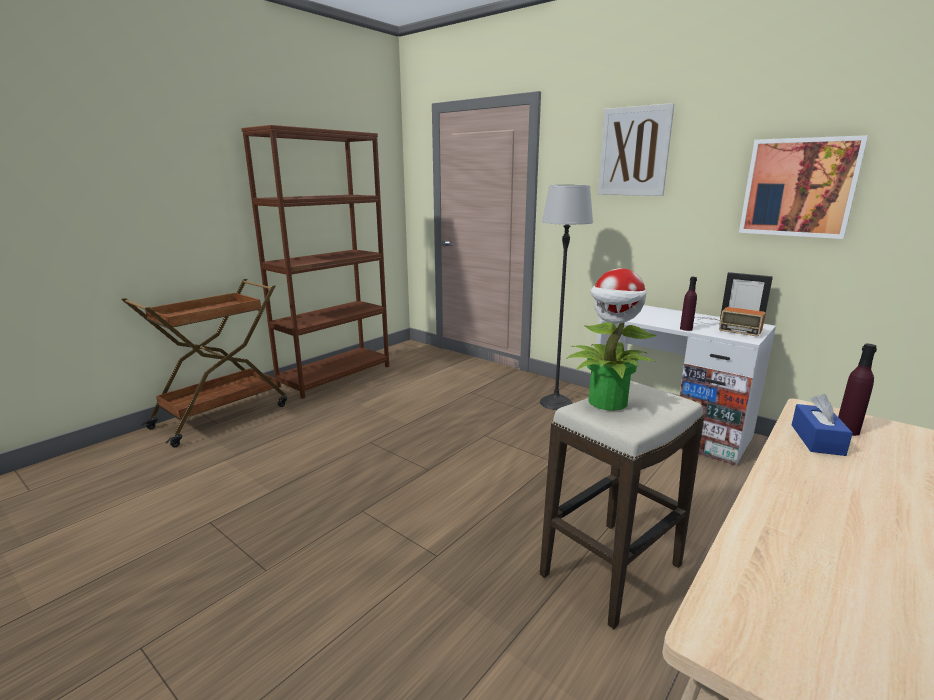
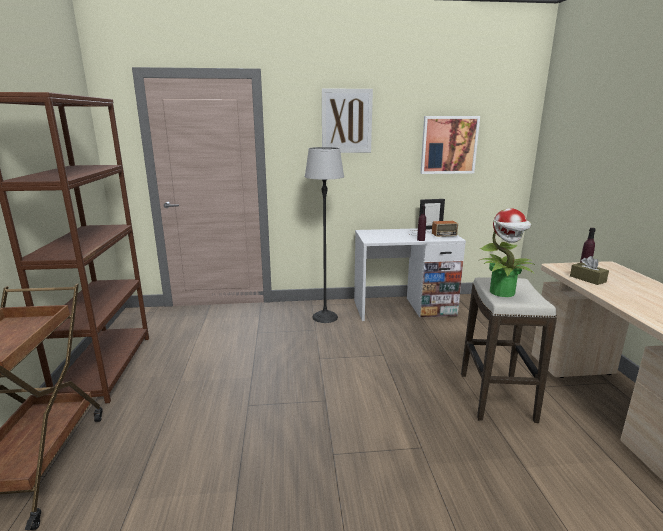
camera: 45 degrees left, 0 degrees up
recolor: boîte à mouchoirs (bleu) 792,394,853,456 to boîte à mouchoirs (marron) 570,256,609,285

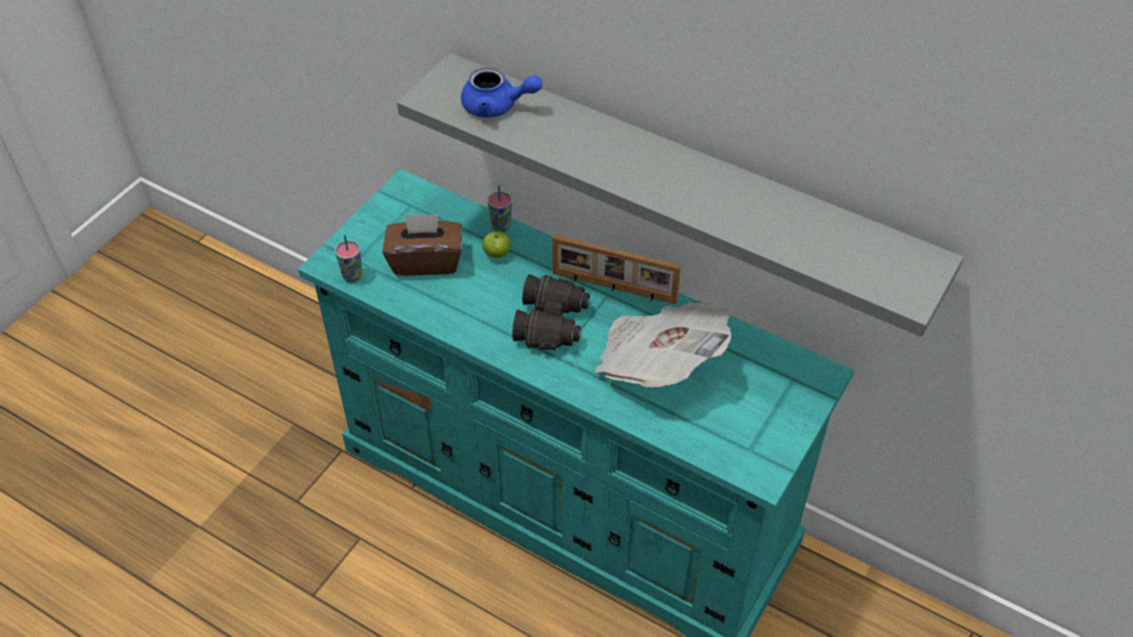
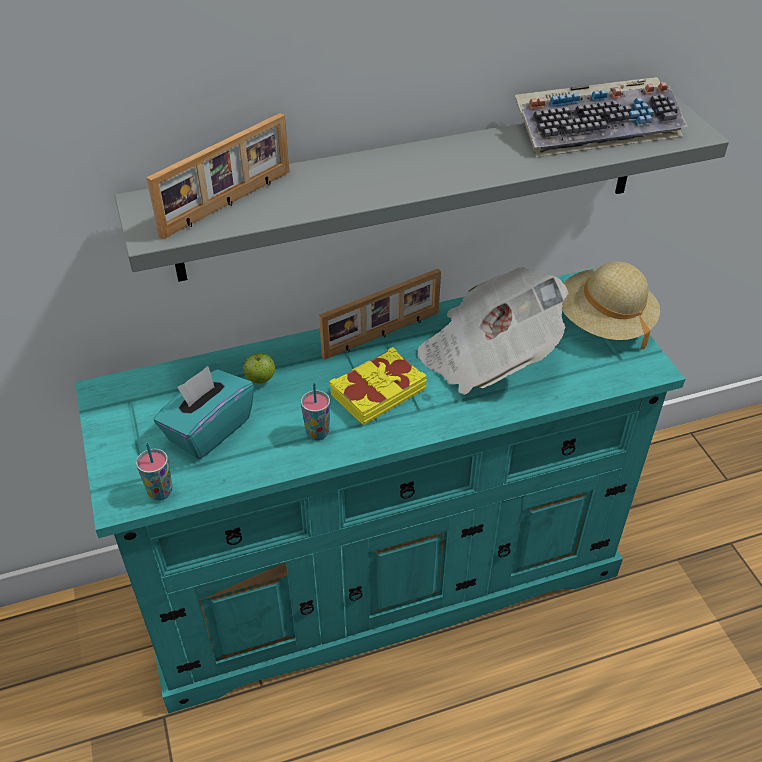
camera: 50 degrees left, 5 degrees down
insert: clavier 515,77,688,157; chapeau (beige) 562,261,660,350
move: tasse 488,185,512,233 to 301,383,330,440
replace: théière (bleu) 461,67,542,118 to cadre photo 146,113,289,239; jumelles (noir) 512,274,590,350 to livre (jaune) 330,347,427,425
recolor: boîte à mouchoirs (marron) 383,214,462,276 to boîte à mouchoirs (turquoise) 153,366,254,459

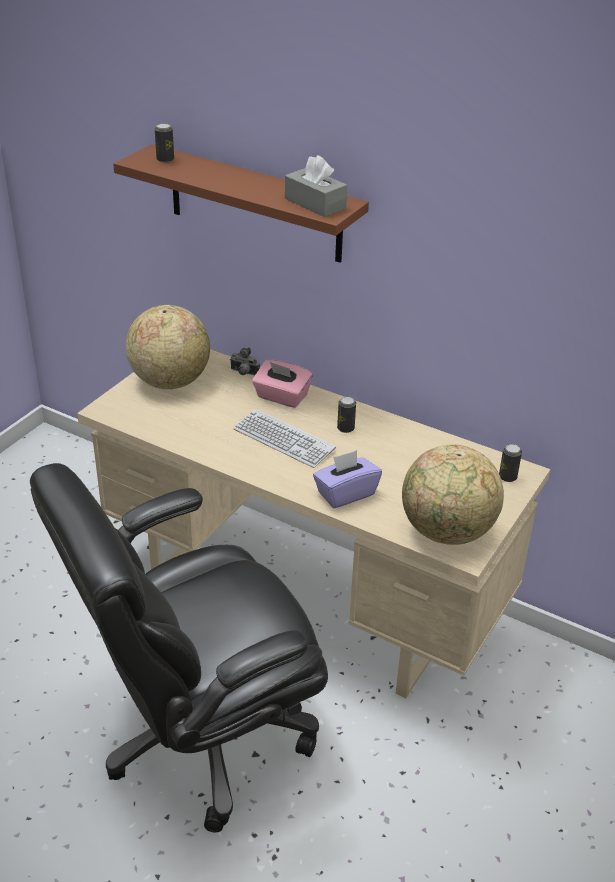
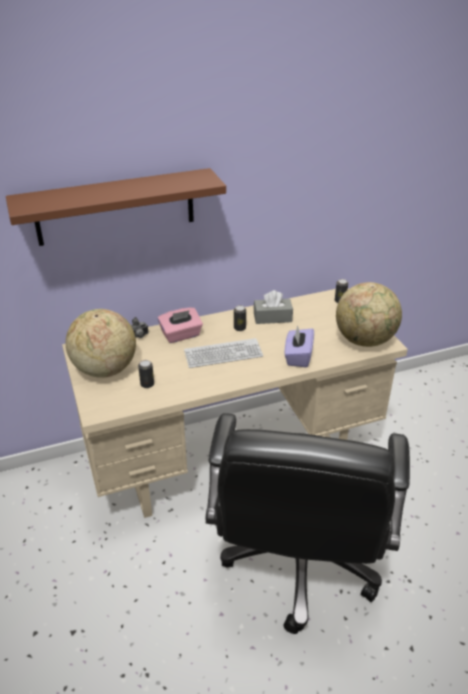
camera: 50 degrees left, 0 degrees up
move: boîte métallique 155,123,174,163 to 138,360,154,388; boîte à mouchoirs (gris) 285,155,347,217 to 254,290,293,324

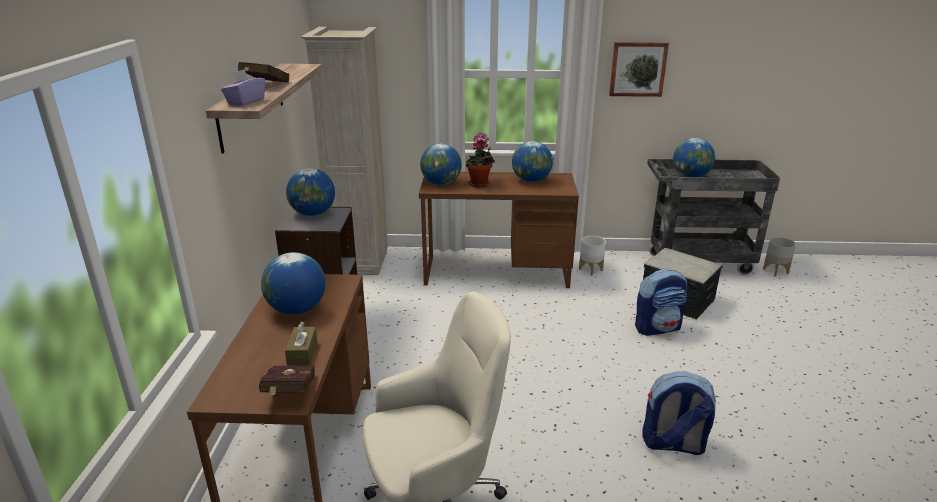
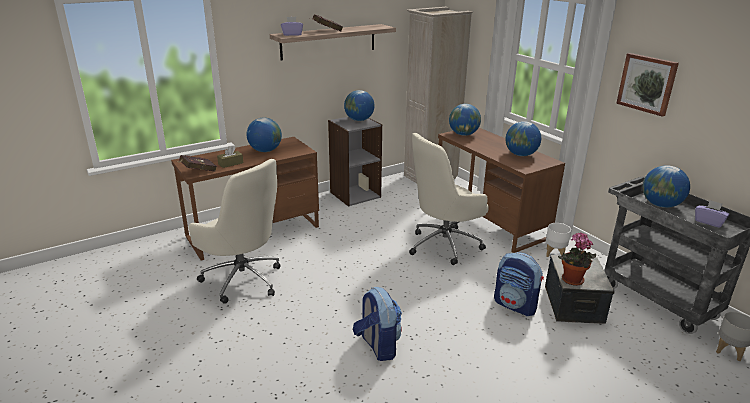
camera: 55 degrees right, 0 degrees up
insert: chaise de bureau (beige) 409,133,489,265; boîte à mouchoirs (violet) 695,200,730,228
move: plante en pot 465,132,495,187 to 558,233,596,286

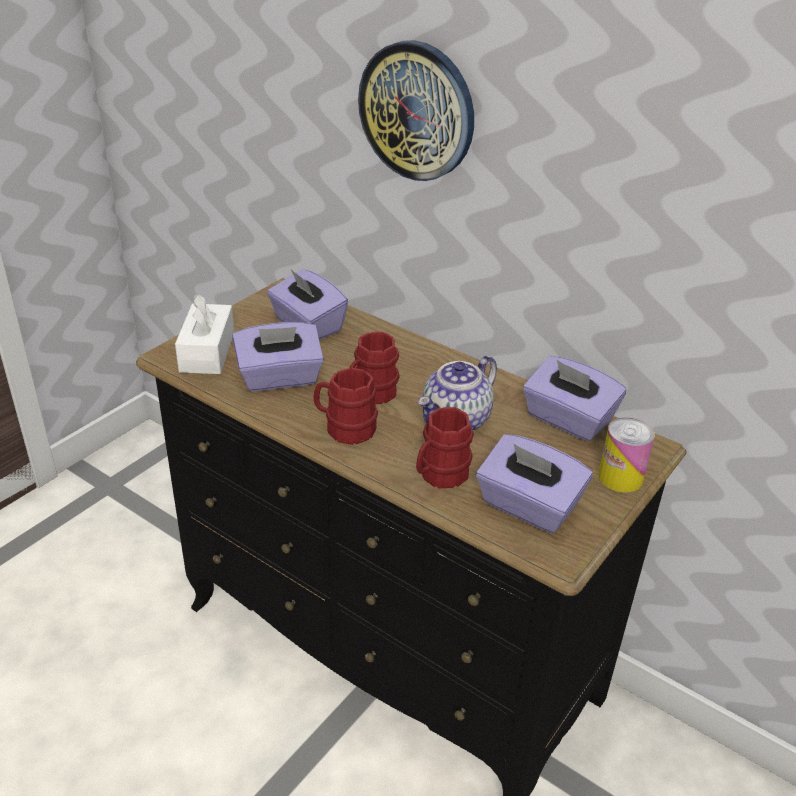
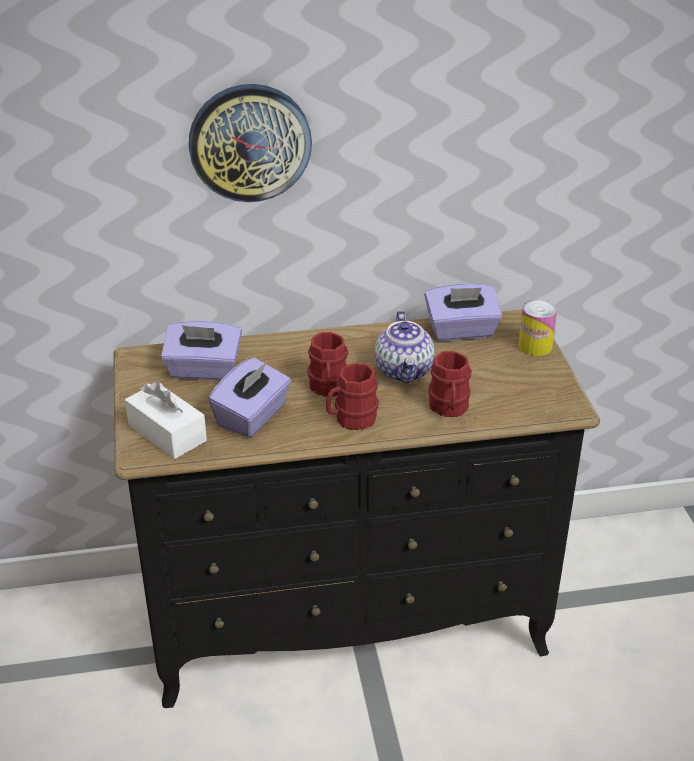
camera: 45 degrees left, 0 degrees up
delete: boîte à mouchoirs (violet) 476,434,593,533

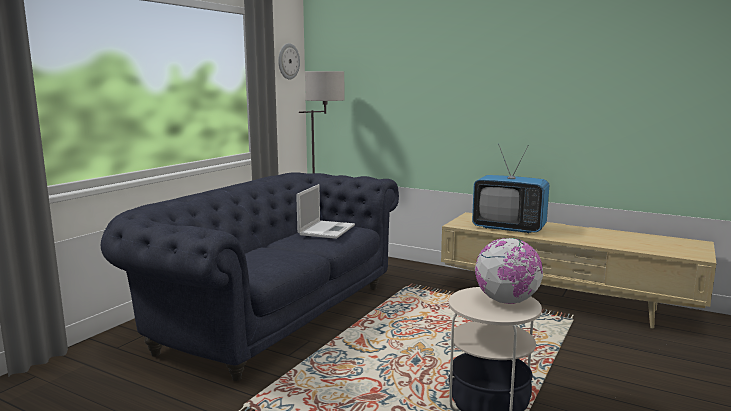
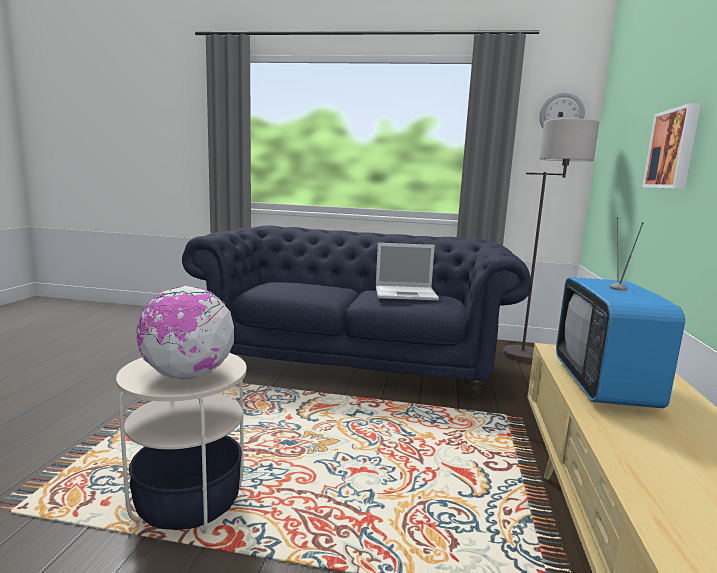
camera: 70 degrees right, 0 degrees up
insert: tableau 642,103,701,189

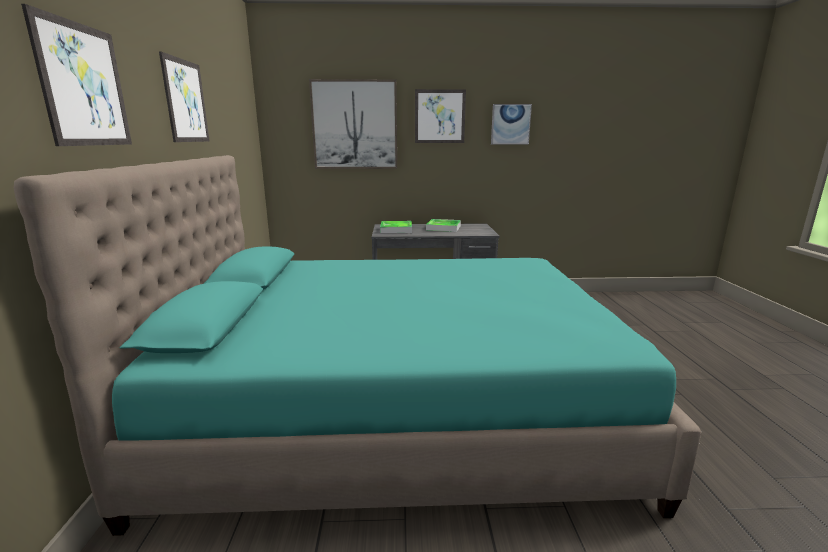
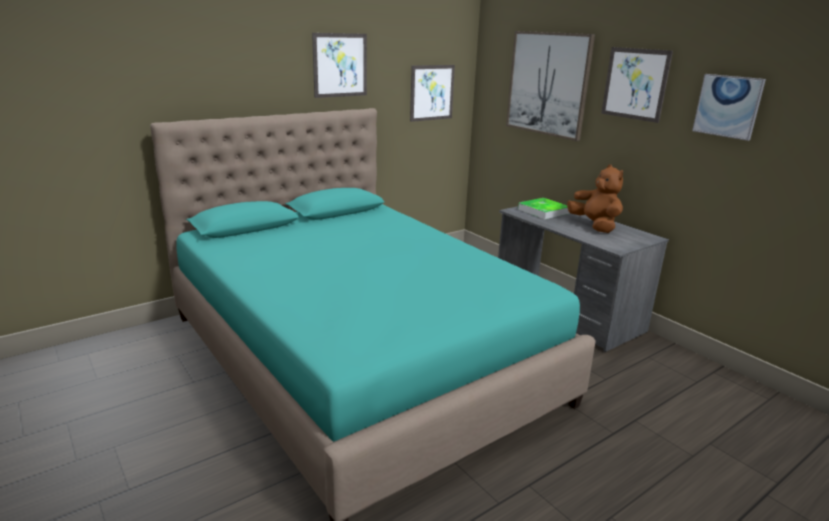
camera: 55 degrees right, 5 degrees up
move: tableau 21,4,132,146 to 410,65,455,122
replace: plateau 426,219,461,232 to peluche (marron) 567,164,623,233

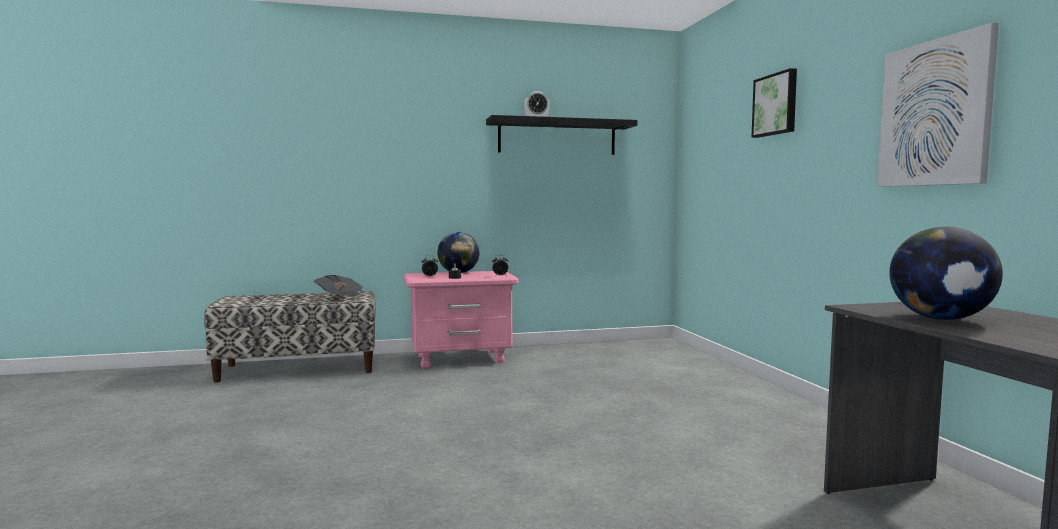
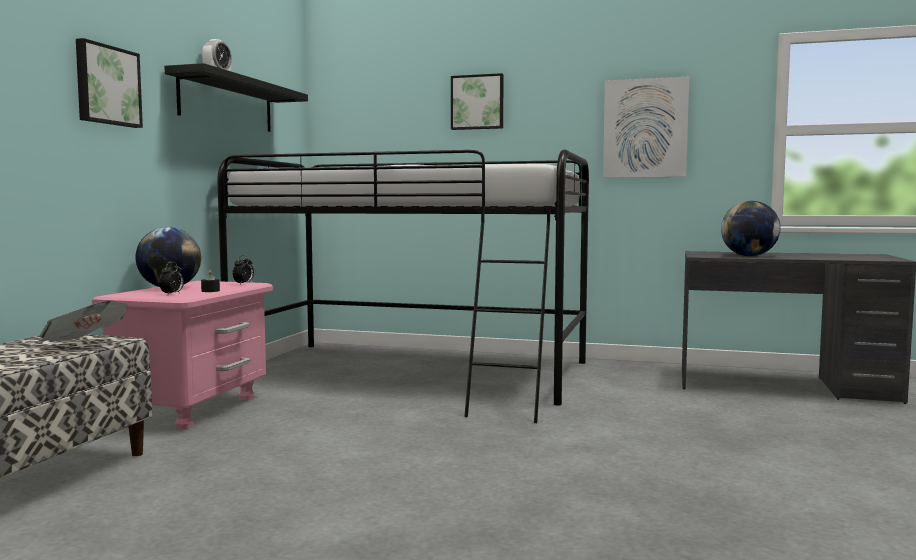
camera: 60 degrees left, 0 degrees up
insert: tableau 76,38,143,128; lit (noir) 217,149,589,423

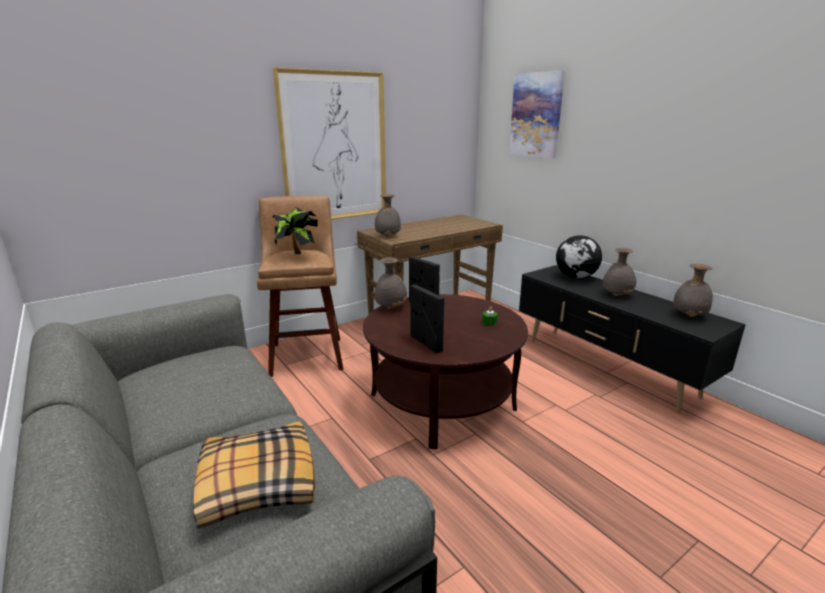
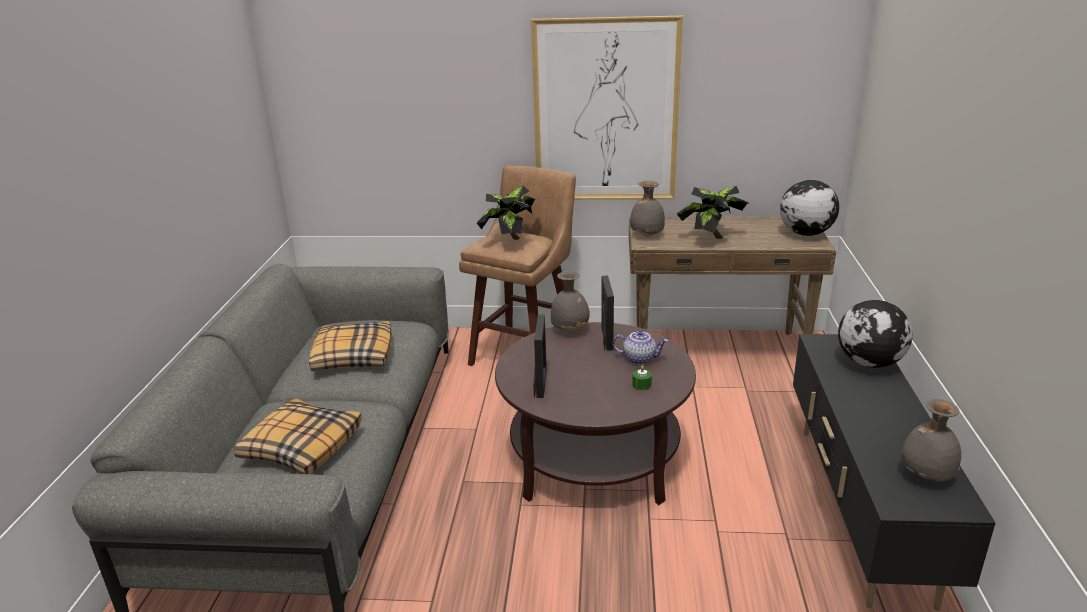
camera: 40 degrees right, 5 degrees up
delete: tableau 509,70,565,158; vase (gris) 603,248,636,296
insert: coussin 309,321,392,371; théière 613,330,668,365; plante en pot 676,186,749,239; globe 780,180,839,236

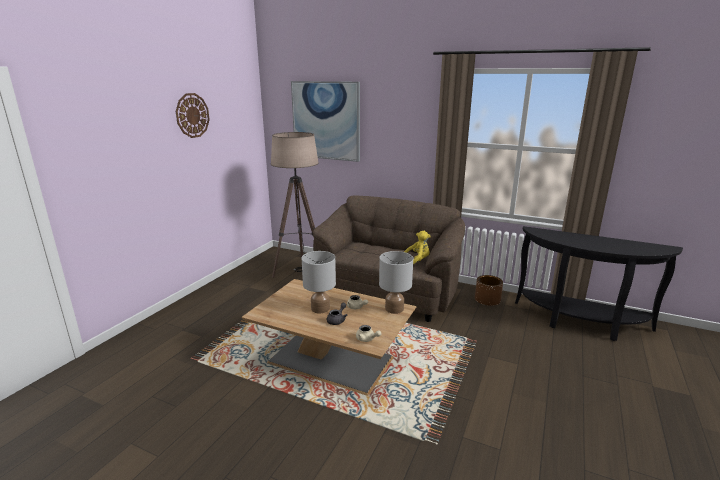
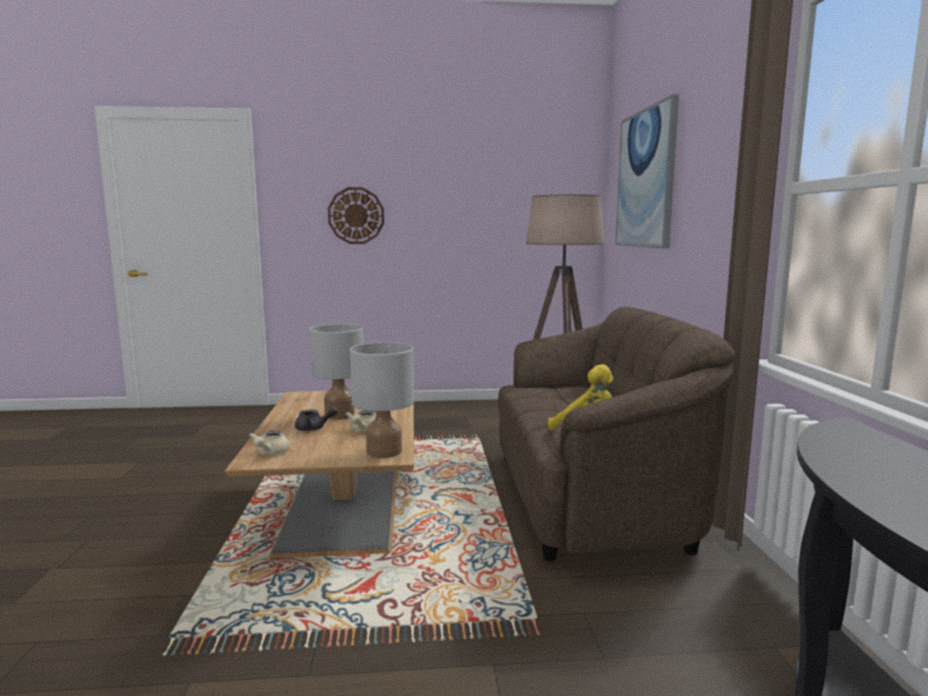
camera: 60 degrees right, 10 degrees down
delete: cache-pot (marron) 475,275,503,306
move: horloge murale 176,93,210,138 to 328,187,384,244

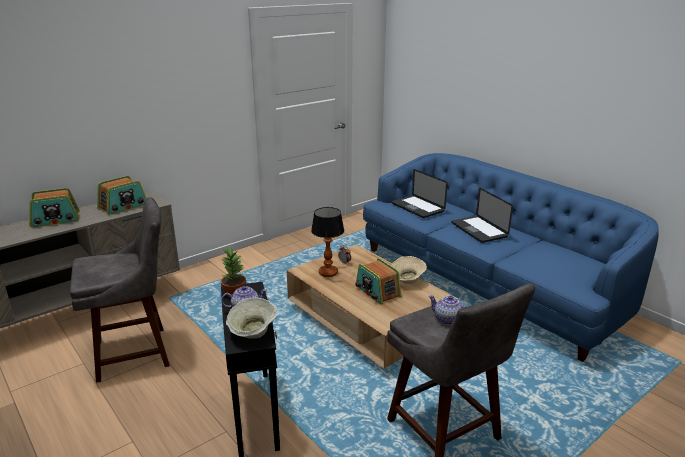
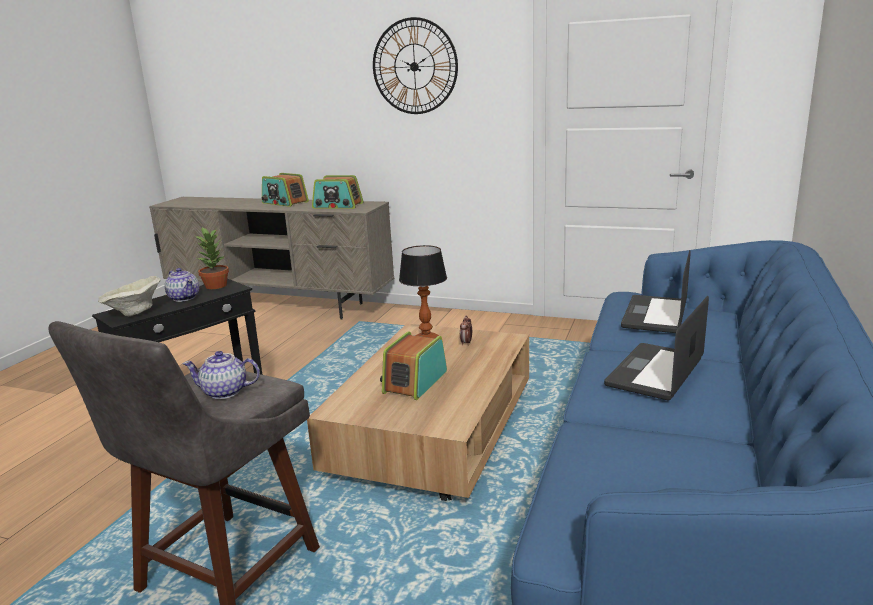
camera: 60 degrees right, 5 degrees down
delete: tabouret (gris) 70,197,170,383; bol (beige) 391,256,427,284
insert: horloge murale 373,17,458,114
rotate: théière 428,295,468,325 = 183,351,260,399 90 degrees counterclockwise

